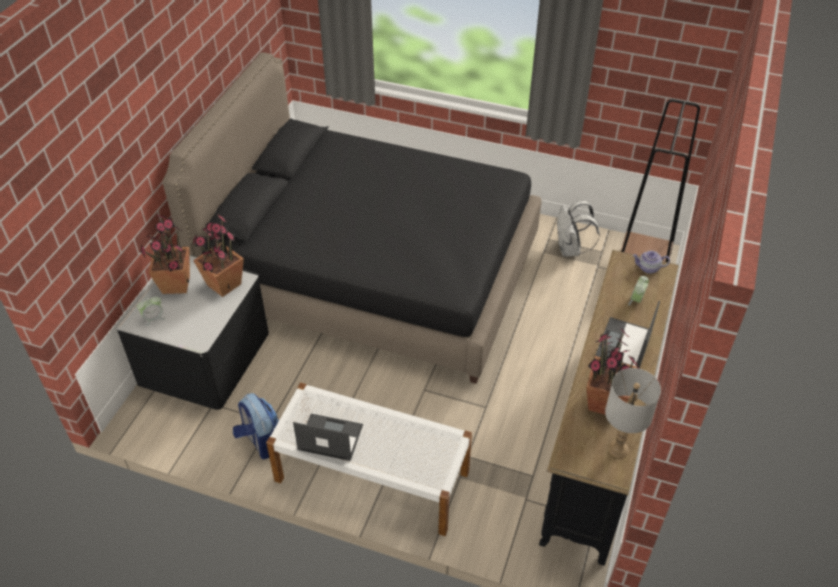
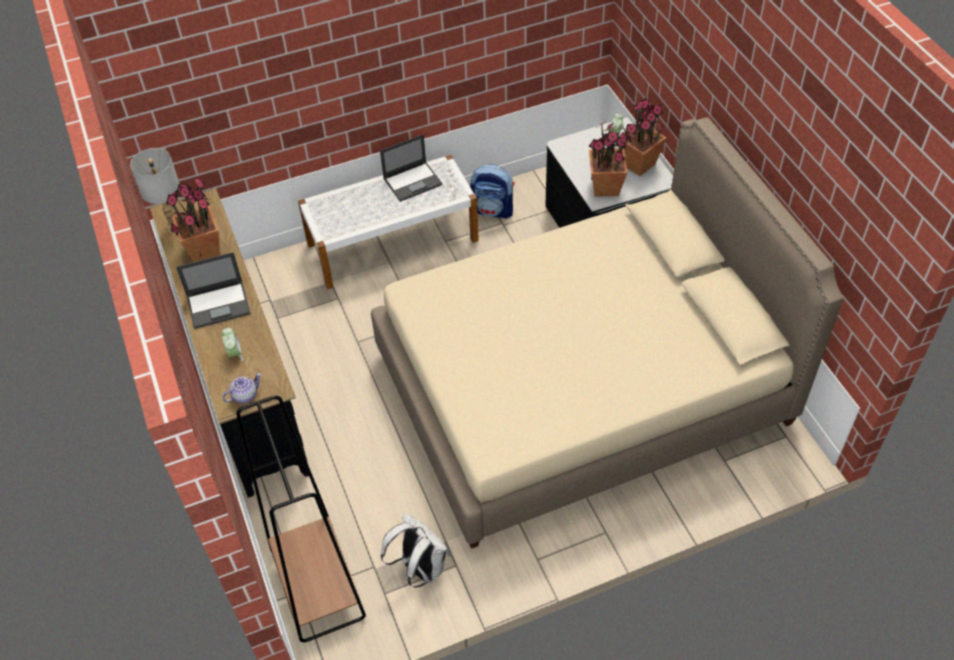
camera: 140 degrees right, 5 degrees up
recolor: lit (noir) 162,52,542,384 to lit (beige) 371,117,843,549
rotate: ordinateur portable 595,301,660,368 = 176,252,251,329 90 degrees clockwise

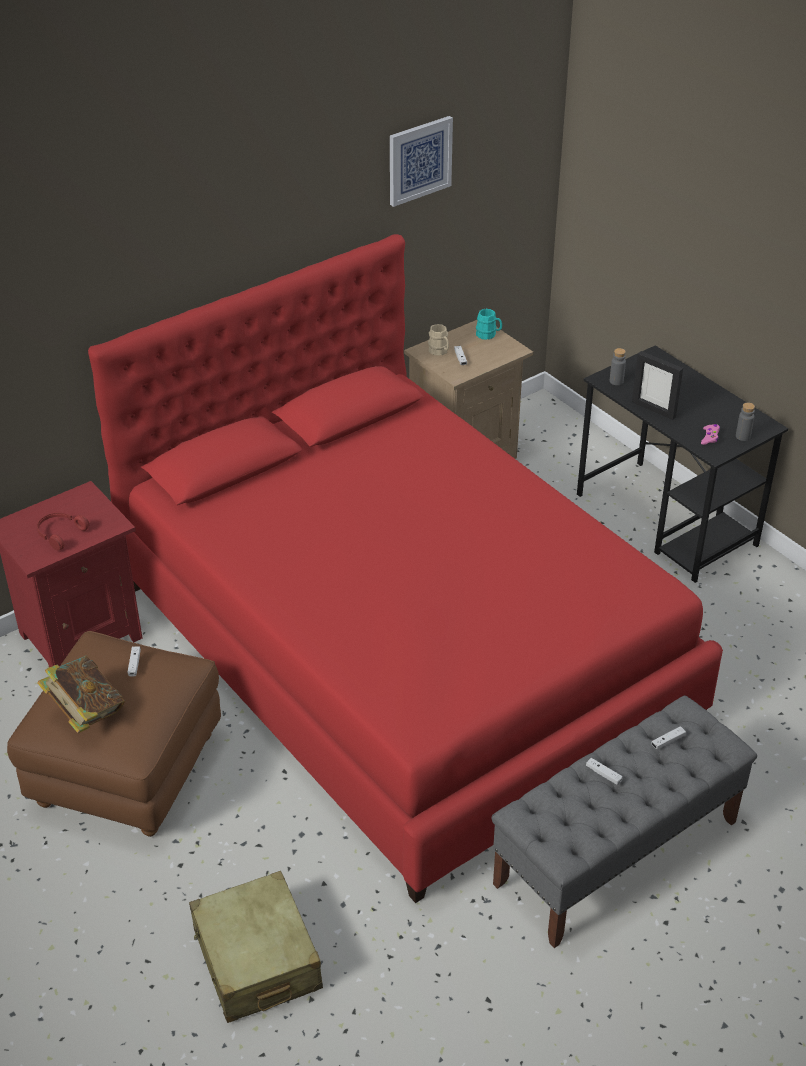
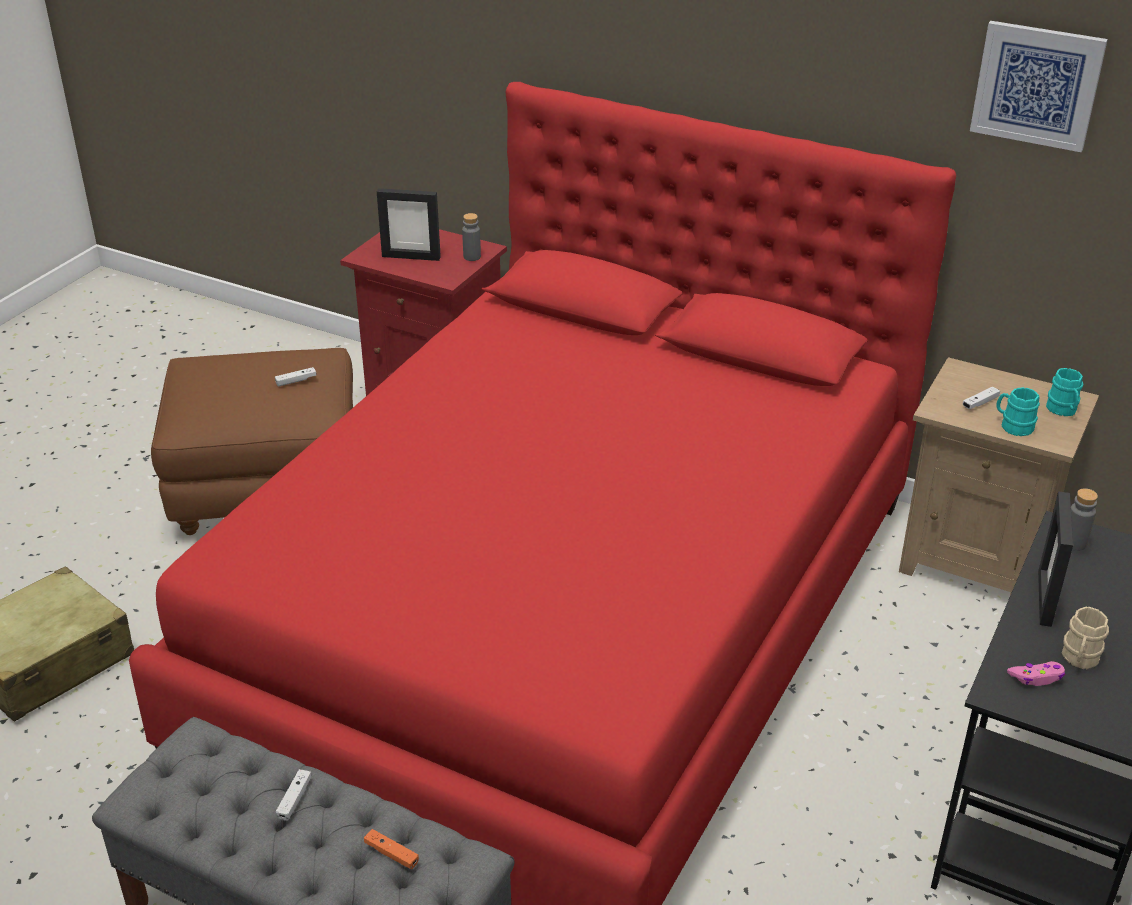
camera: 65 degrees right, 5 degrees down
delete: livre 37,656,125,733
insert: mug (turquoise) 997,387,1040,436
move: bouteille (gris) 736,403,755,441 to 462,213,481,261; mug (beige) 428,324,449,355 to 1062,606,1109,669
replace: casque audio (rouge) 37,513,89,550 to cadre photo 377,188,441,261
recolor: manette (blanc) 651,726,686,749 to manette (orange) 364,829,419,869

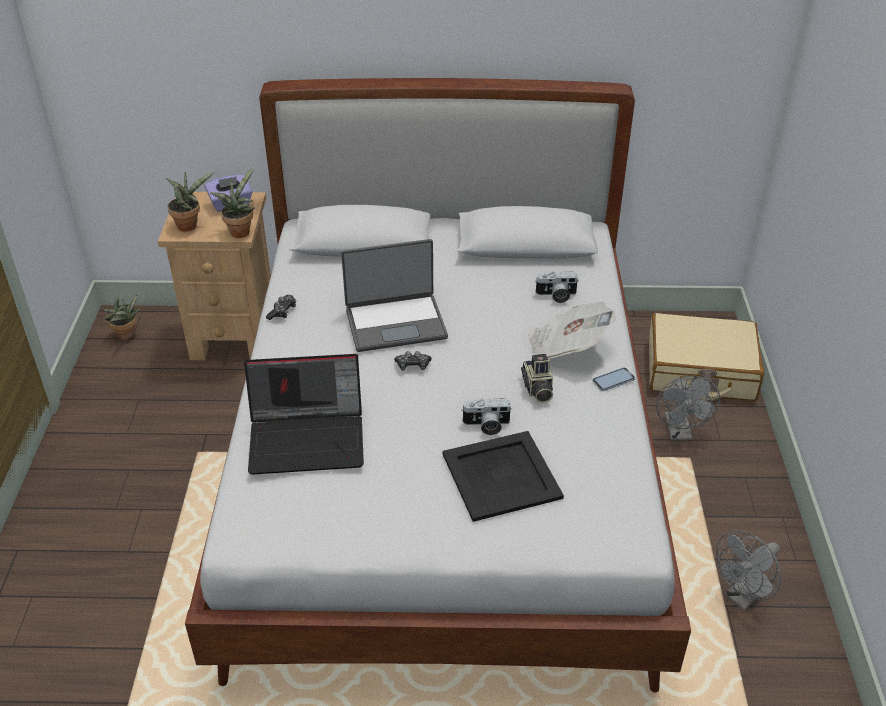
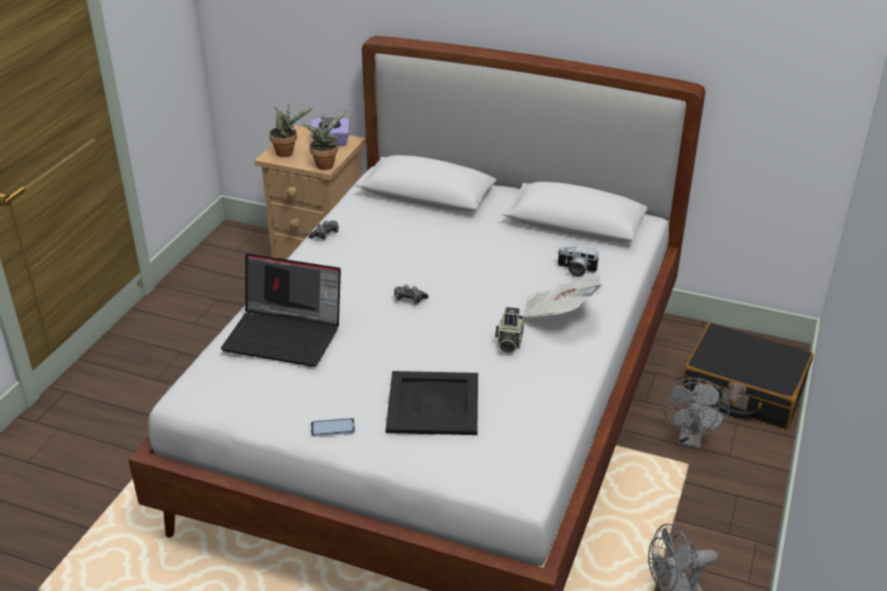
camera: 20 degrees right, 5 degrees down
delete: plante en pot 104,295,140,340; ordinateur portable 341,239,448,352; appareil photo 461,398,512,435
move: téléphone 592,368,635,391 to 311,418,355,437
recolor: valise (beige) 649,313,764,401 to valise (noir) 682,322,814,429

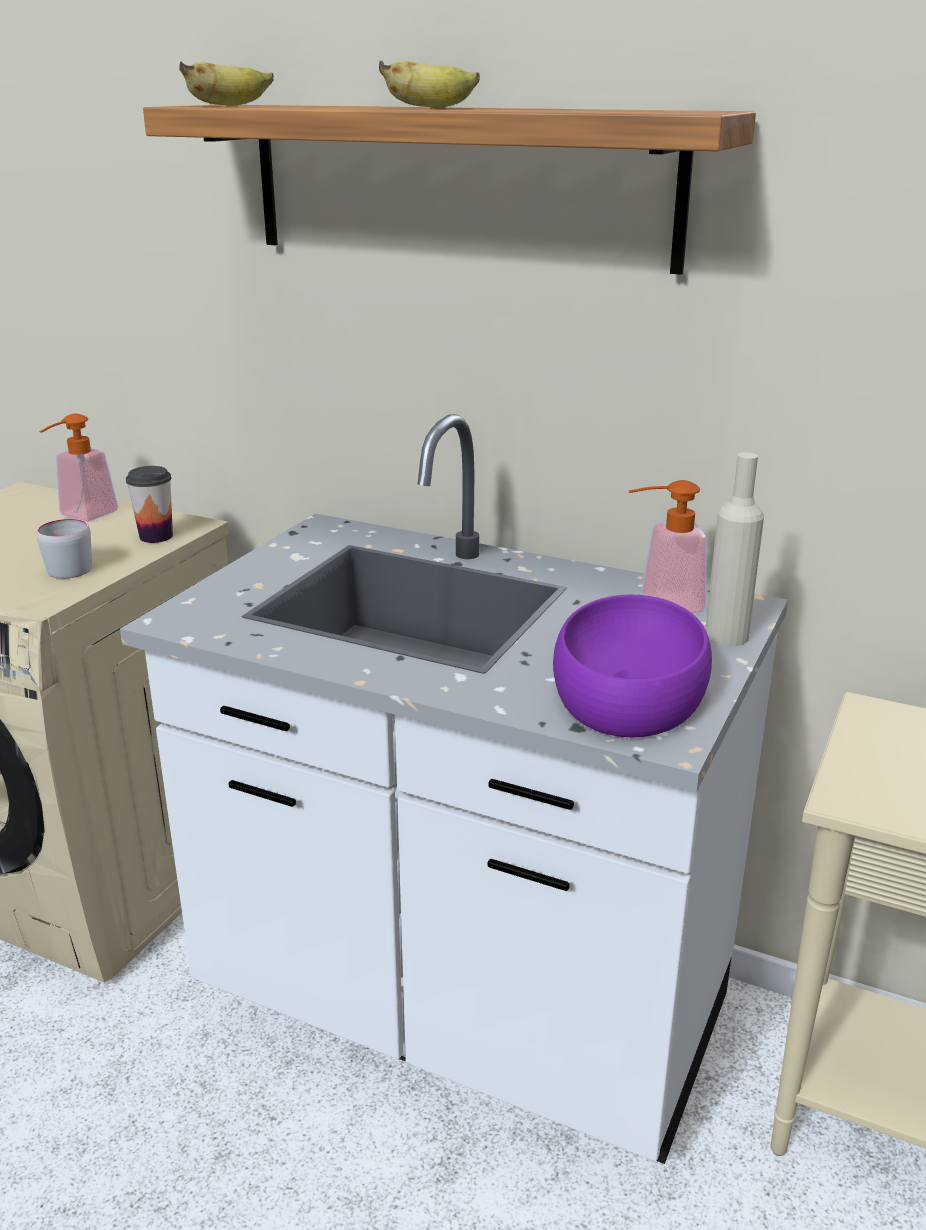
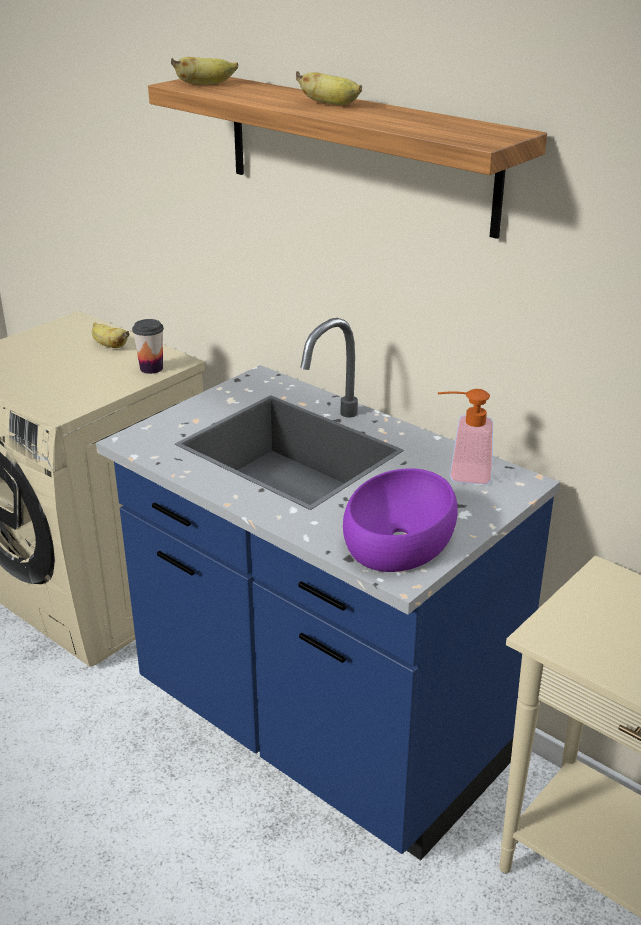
camera: 15 degrees right, 5 degrees up
delete: mug (gris) 36,519,92,579; bouteille (beige) 705,452,764,646
replace: distributeur de savon 39,413,118,521 to banane 92,323,130,348
recolor: comptoir de cuisine (blanc) 120,414,788,1164 to comptoir de cuisine (bleu) 96,318,560,860

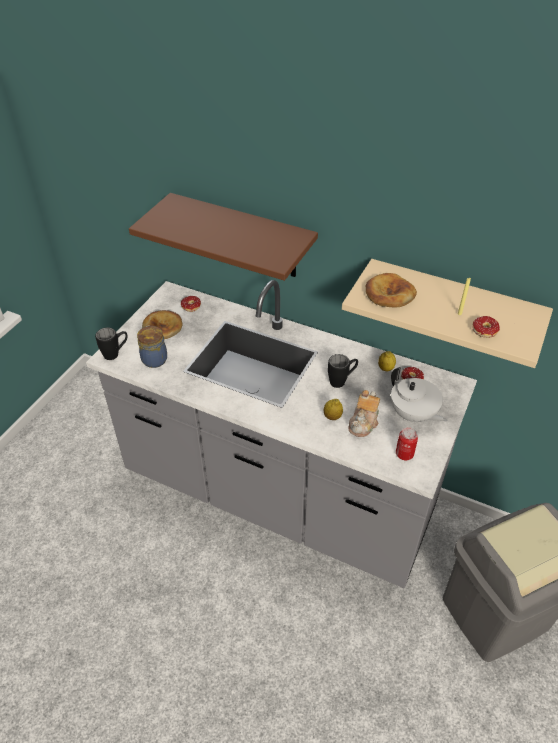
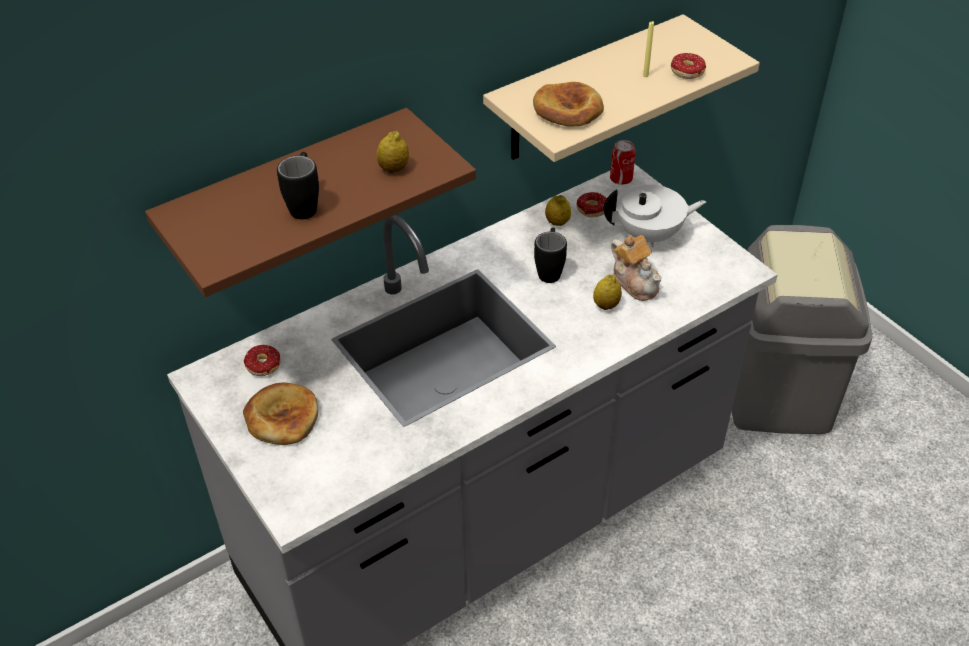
camera: 60 degrees left, 0 degrees up
delete: bocal 137,325,167,368
insert: citron 377,131,409,173
move: mug (noir) 95,327,128,360 to 277,152,319,219; boîte métallique 396,427,418,460 to 610,140,635,185

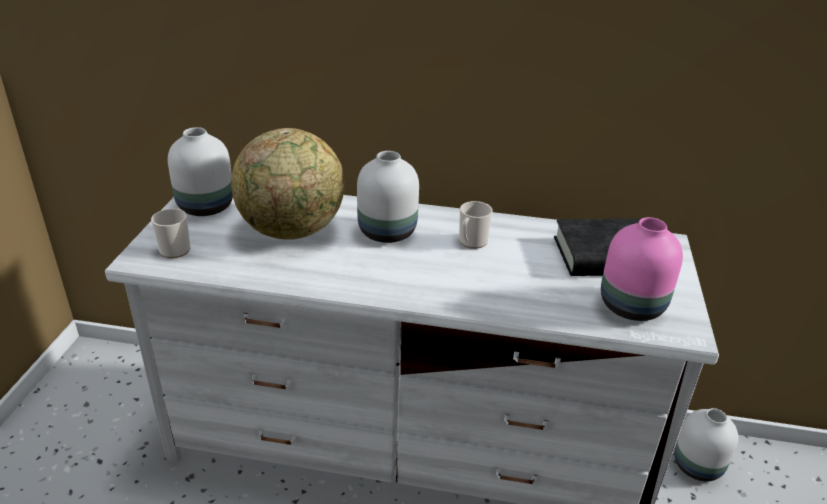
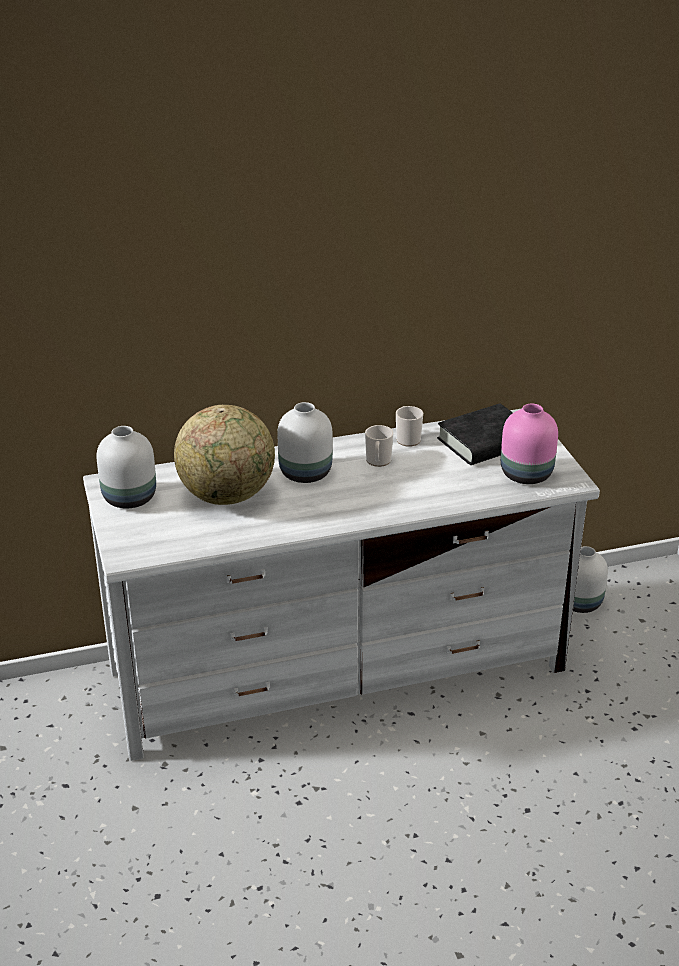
camera: 25 degrees left, 0 degrees up
move: mug 151,209,190,258 to 396,406,423,447

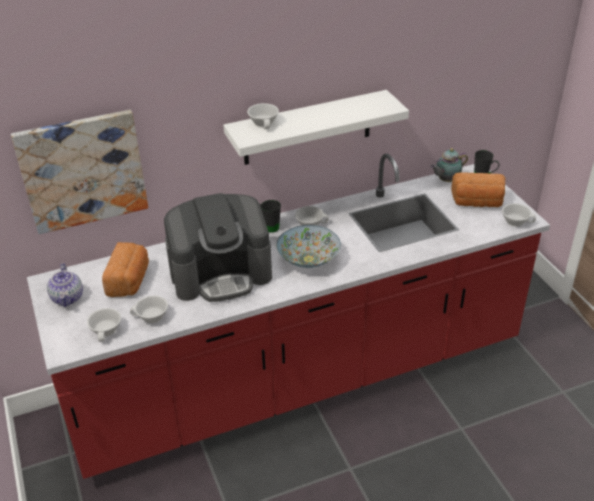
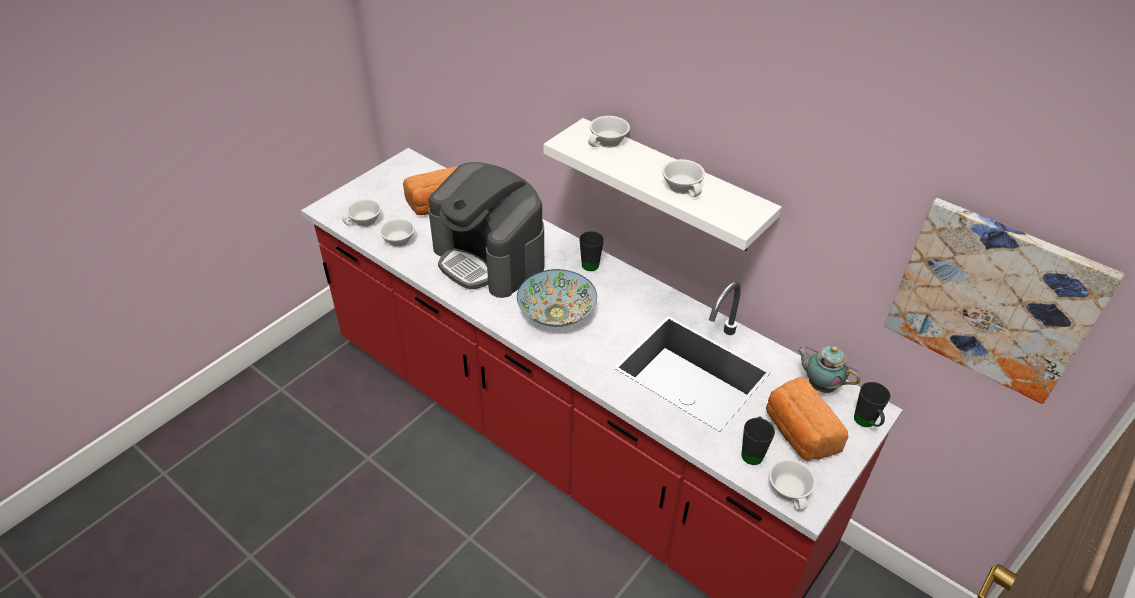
camera: 60 degrees right, 5 degrees up
delete: théière 47,263,83,307
insert: mug (noir) 742,417,775,465
move: tasse (blanc) 295,206,329,226 to 662,159,705,197; tableau 11,110,148,234 to 884,198,1124,404

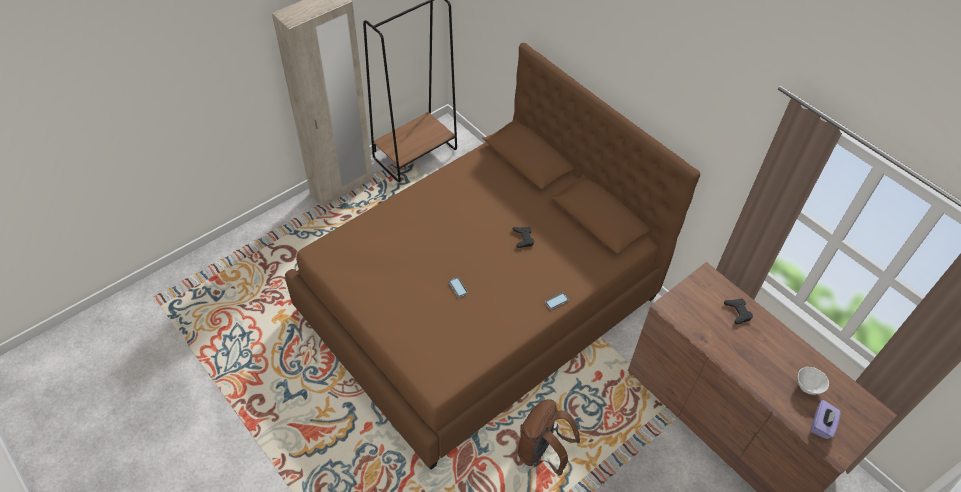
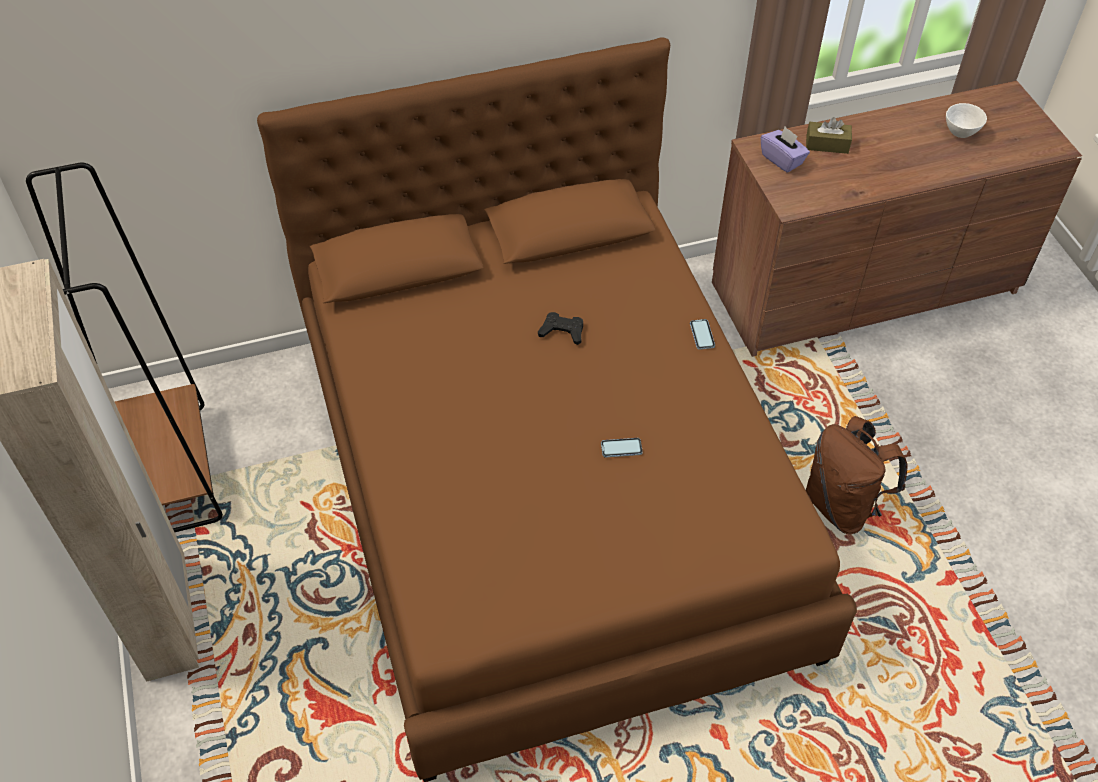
camera: 65 degrees left, 0 degrees up
move: boîte à mouchoirs (violet) 811,400,840,439 to 761,127,810,173
replace: manette (noir) 724,299,753,325 to boîte à mouchoirs (marron) 806,117,852,154

